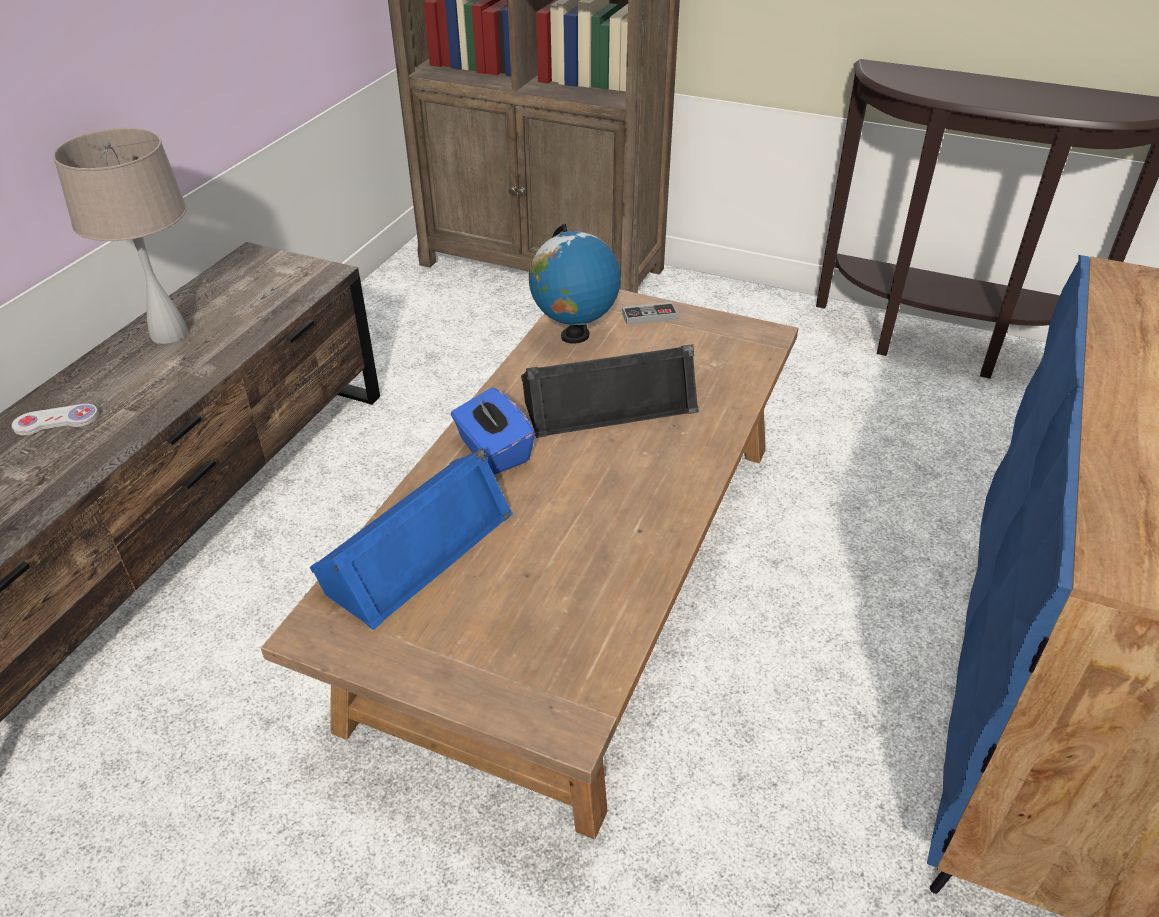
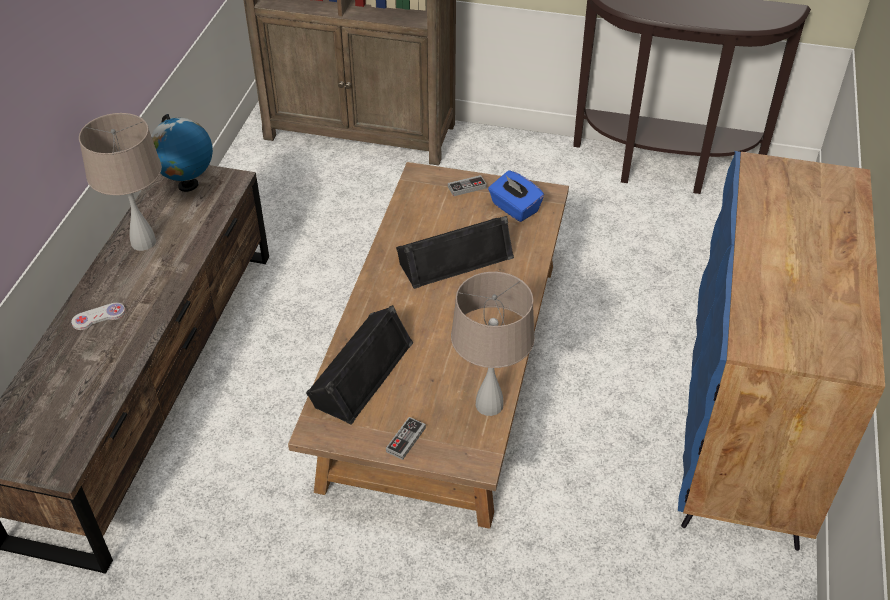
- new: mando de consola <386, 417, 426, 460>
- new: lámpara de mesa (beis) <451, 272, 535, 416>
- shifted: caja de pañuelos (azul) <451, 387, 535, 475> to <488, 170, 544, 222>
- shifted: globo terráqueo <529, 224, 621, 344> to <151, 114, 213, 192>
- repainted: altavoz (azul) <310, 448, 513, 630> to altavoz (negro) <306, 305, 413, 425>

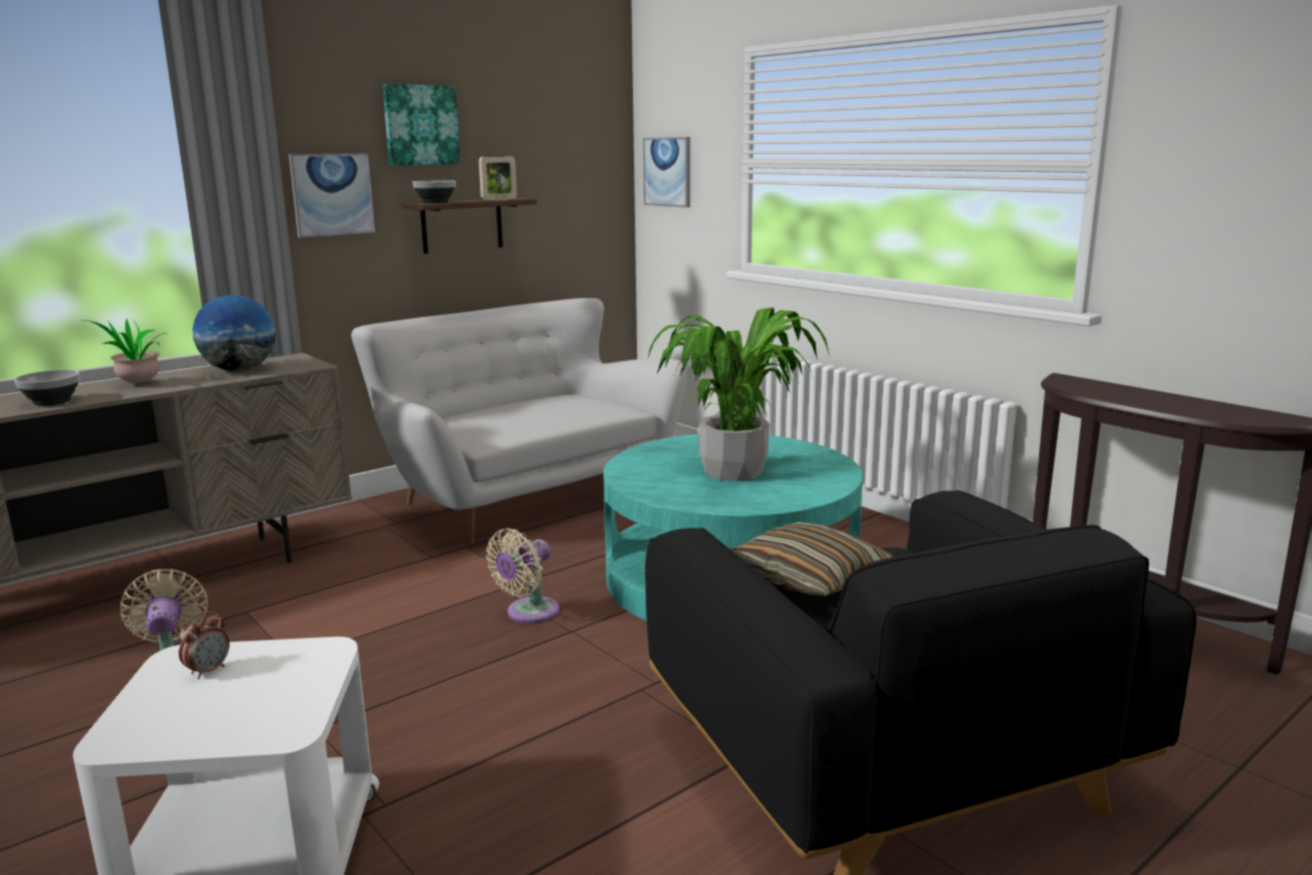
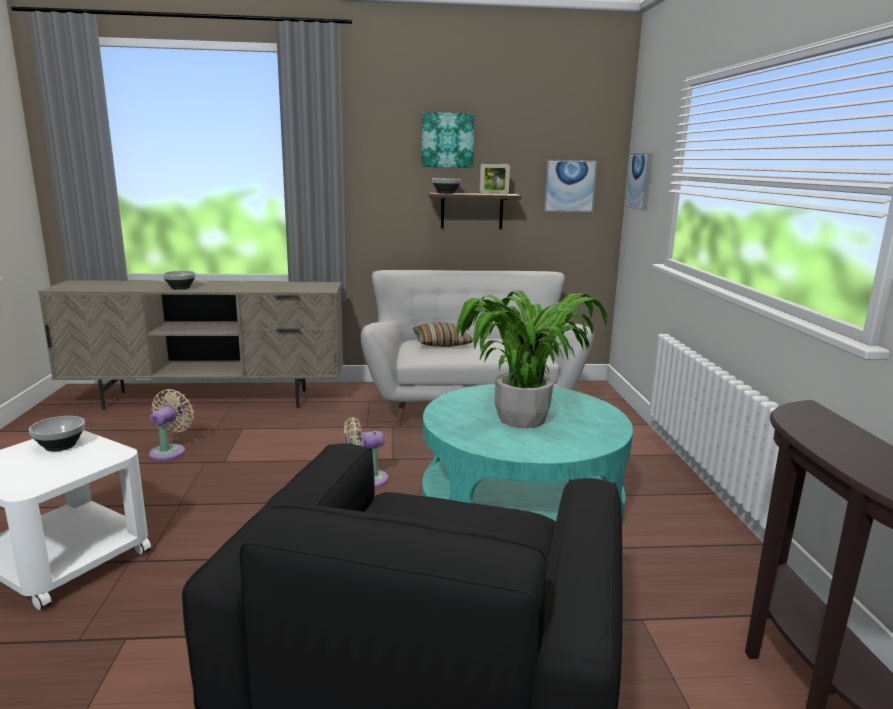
- gone: planta en maceta <82, 319, 170, 383>
- gone: globo terráqueo <192, 295, 276, 371>
- shifted: cuadro <289, 153, 376, 238> to <544, 160, 597, 212>
- shifted: cojín <732, 522, 894, 596> to <413, 322, 473, 347>
- swapped: despertador <179, 611, 229, 679> to cuenco <29, 416, 85, 452>

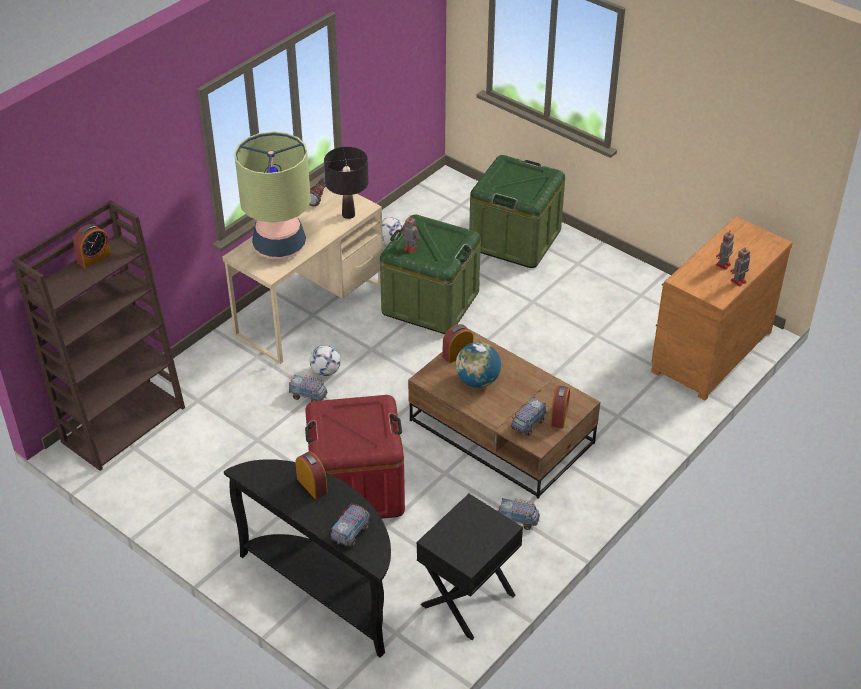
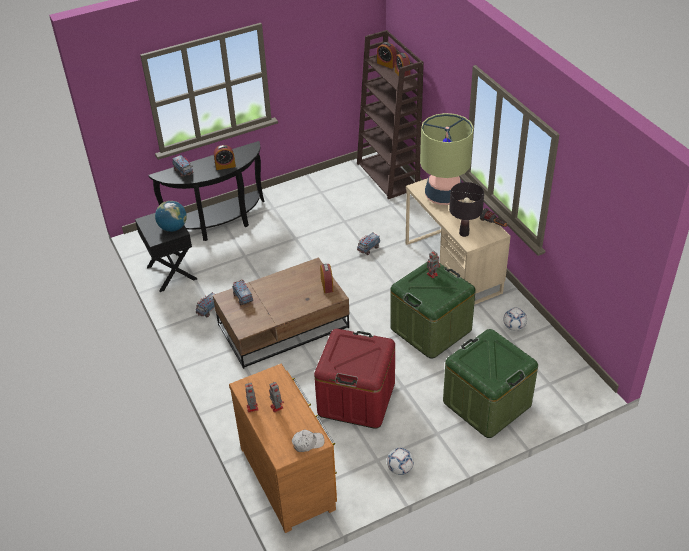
- new: gorra (blanco) <292, 430, 325, 452>
- shifted: caja de almacenaje (rojo) <305, 395, 405, 519> to <314, 329, 395, 429>
- shifted: balón de fútbol <309, 345, 341, 376> to <387, 448, 414, 475>
- shifted: globo terráqueo <456, 342, 501, 388> to <155, 201, 187, 232>
- shifted: despertador <550, 385, 570, 429> to <377, 42, 397, 69>

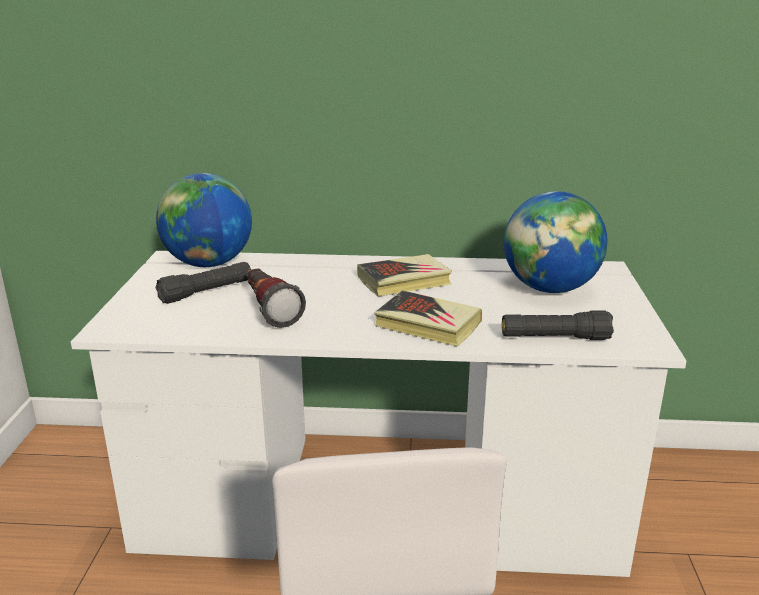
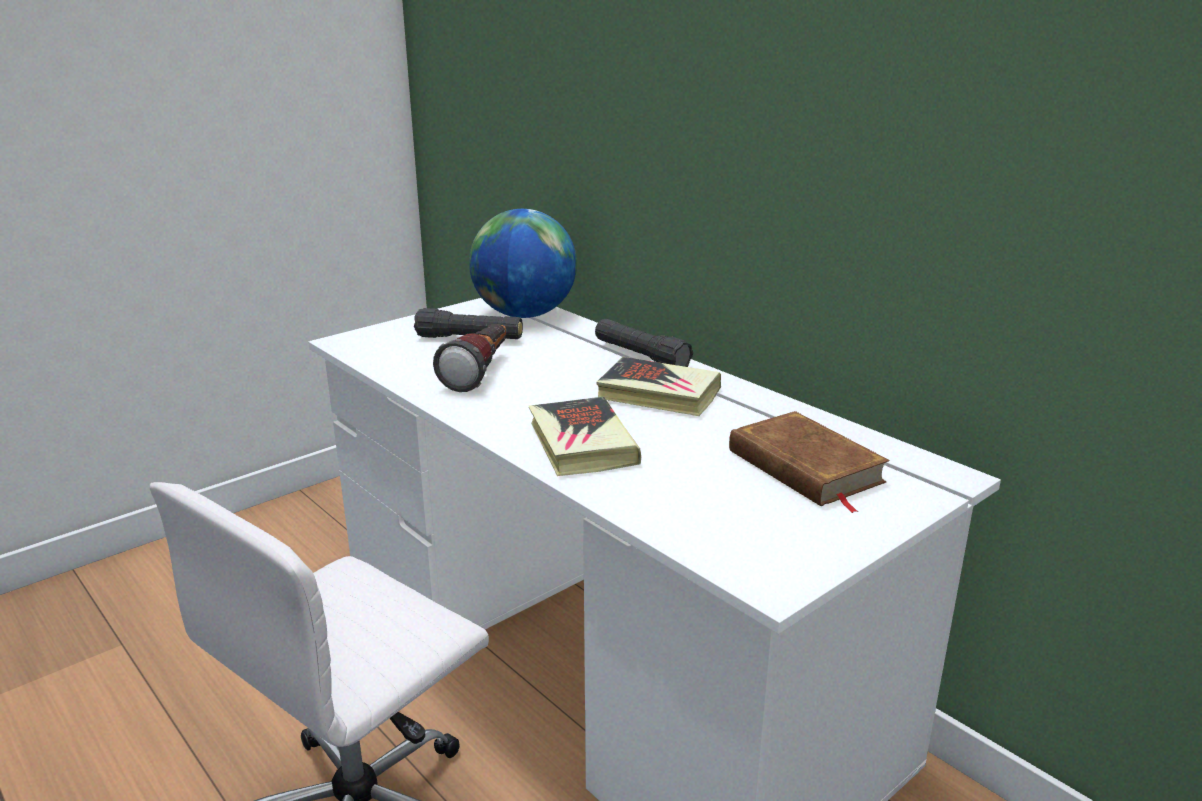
- shifted: linterna (negro) <502, 311, 614, 340> to <595, 319, 693, 367>
- swapped: globo terráqueo <504, 191, 607, 293> to libro (marrón) <729, 411, 890, 513>

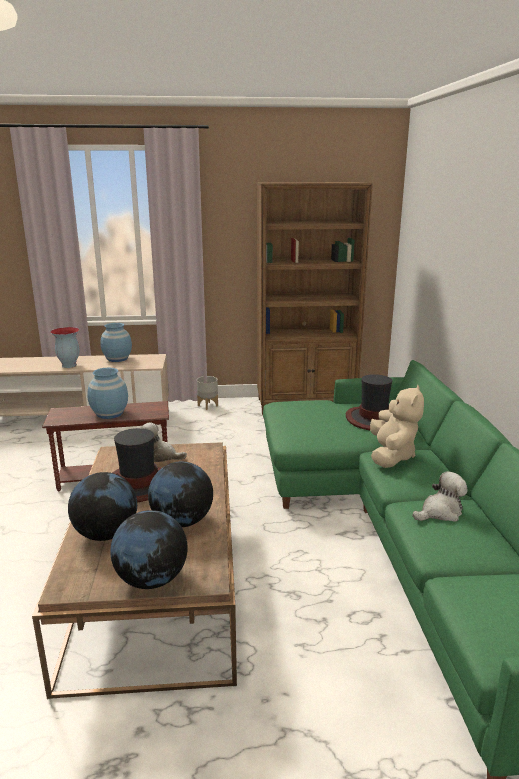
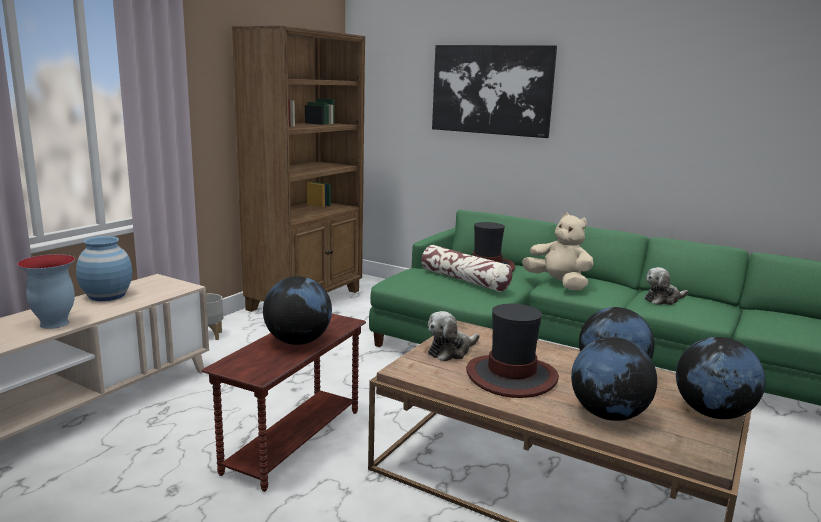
- new: cojín <422, 245, 512, 292>
- new: cuadro <432, 45, 557, 138>
- swapped: florero (azul) <87, 368, 128, 419> to globo terráqueo <263, 276, 332, 345>
- rotated: peluche <412, 471, 468, 522> = <645, 267, 688, 305> 120 degrees counterclockwise

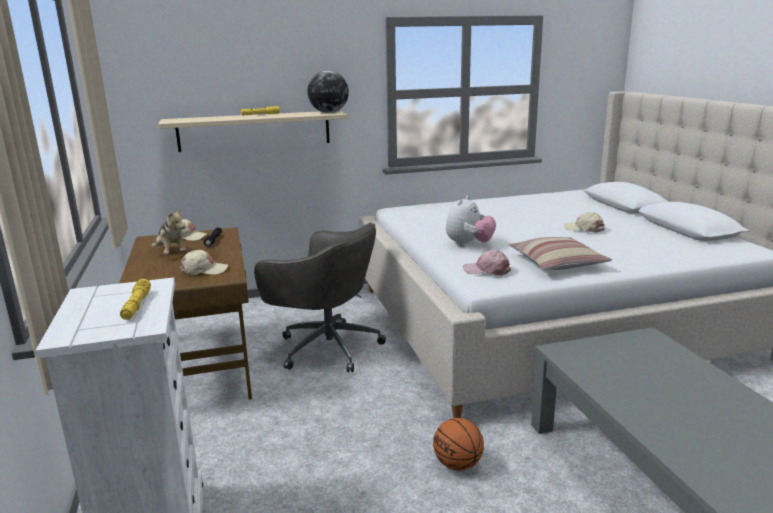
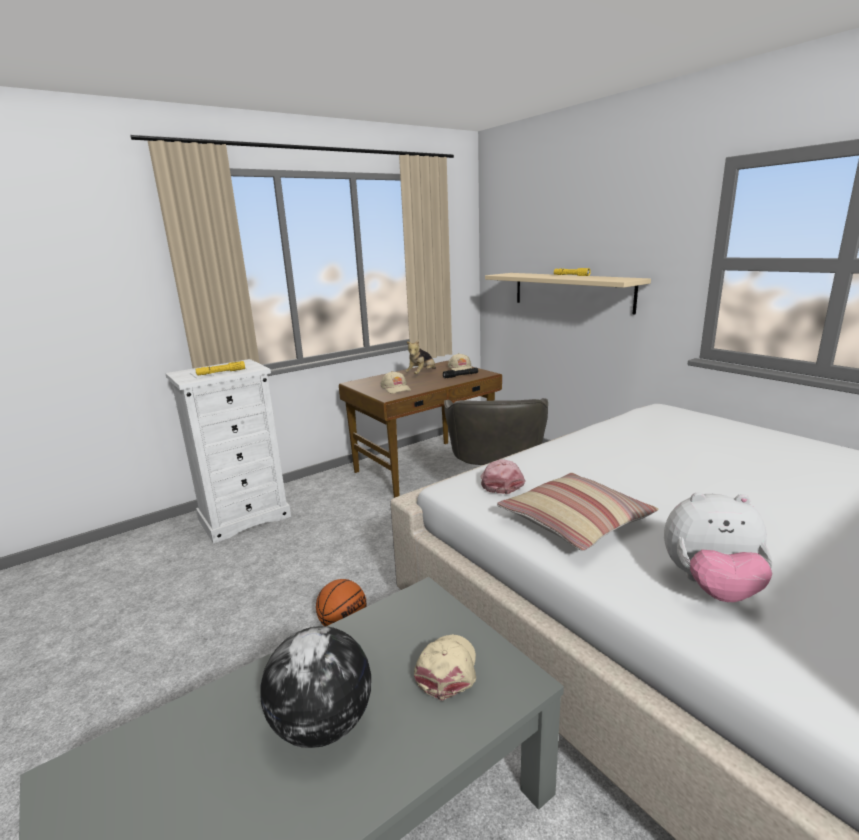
- shifted: globo terráqueo <308, 70, 349, 113> to <260, 626, 371, 748>
- shifted: peluche <446, 196, 496, 247> to <664, 492, 773, 602>
- shifted: gorra (beis) <564, 212, 605, 233> to <414, 634, 476, 701>

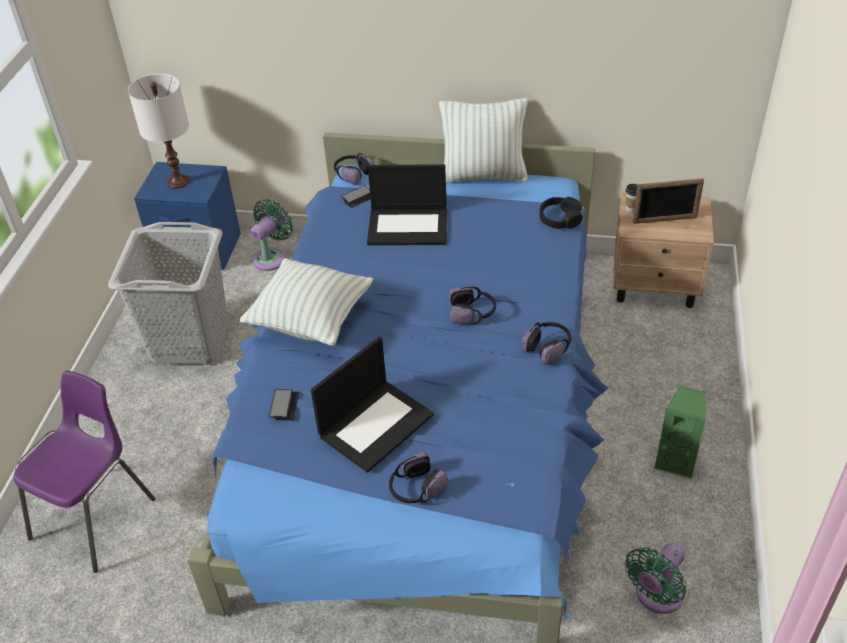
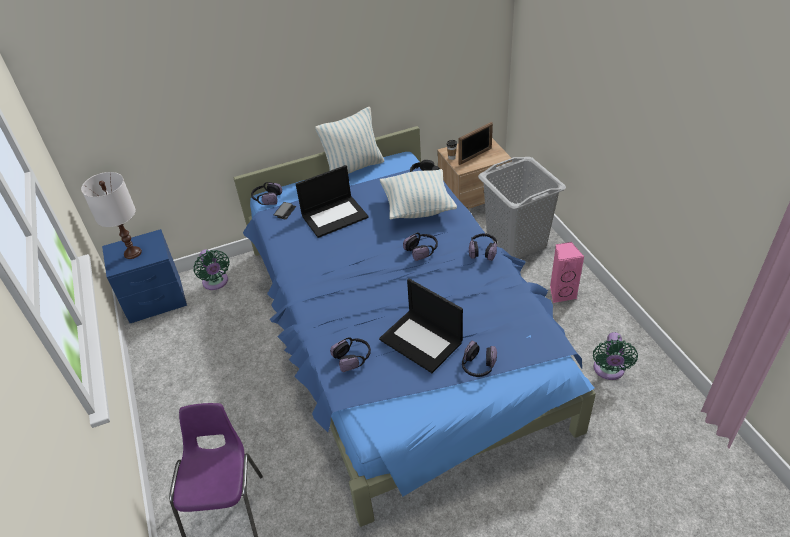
- shifted: cesto de la ropa (gris) <108, 222, 229, 365> to <478, 157, 566, 259>
- shifted: cojín <240, 258, 373, 346> to <380, 169, 457, 220>
- swapped: móvil <269, 389, 299, 421> to auriculares <330, 337, 371, 372>
- repainted: altavoz (verde) <654, 385, 706, 479> to altavoz (rosa) <550, 242, 584, 303>
- rotated: ventilador (verde) <251, 199, 293, 271> = <193, 249, 229, 290> 150 degrees clockwise
- rotated: portátil <311, 336, 434, 473> = <379, 279, 463, 373> 120 degrees clockwise

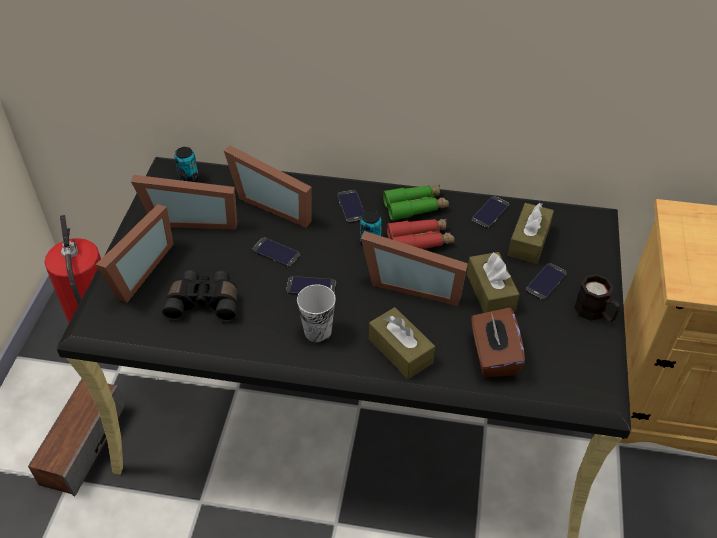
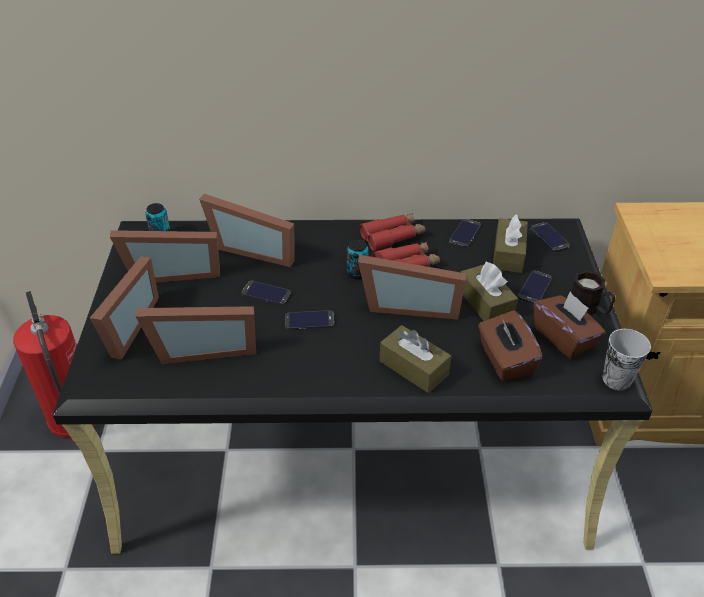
- gone: altavoz <28, 379, 125, 497>
- new: caja de pañuelos (marrón) <533, 292, 605, 359>
- shifted: taza <297, 285, 336, 343> to <603, 329, 651, 390>
- shifted: móvil <337, 190, 364, 223> to <531, 222, 570, 252>
- swapped: prismáticos (negro) <162, 270, 237, 321> to portarretratos <135, 306, 256, 364>
- repainted: prismáticos (verde) <383, 185, 449, 221> to prismáticos (rojo) <360, 213, 426, 251>

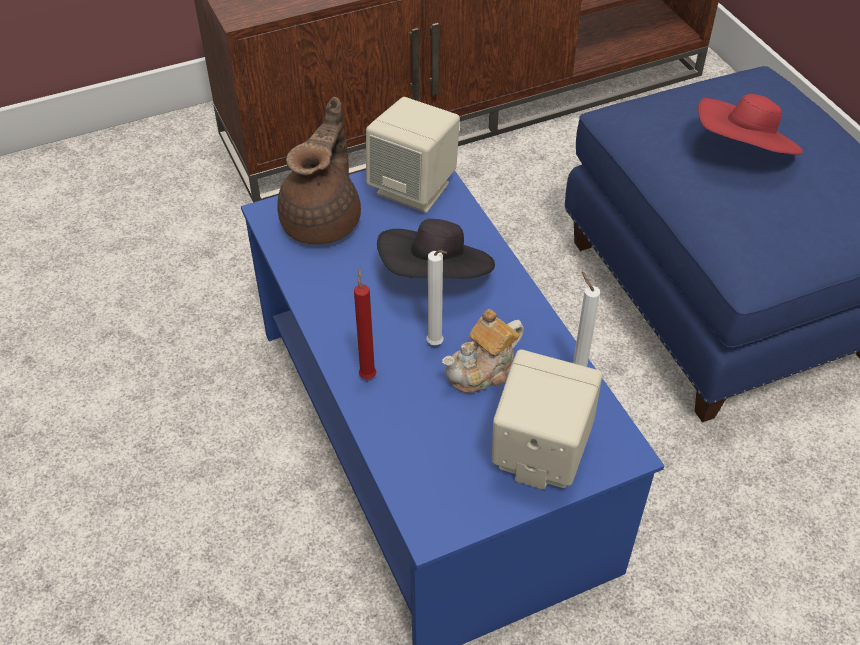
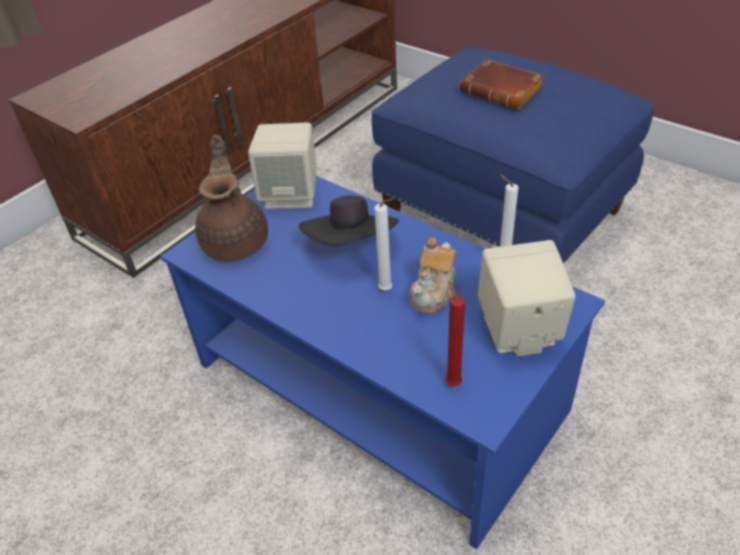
- shifted: vela (rojo) <354, 267, 376, 379> to <445, 281, 465, 386>
- swapped: sombrero (rojo) <698, 94, 803, 155> to libro (marrón) <460, 59, 545, 110>

